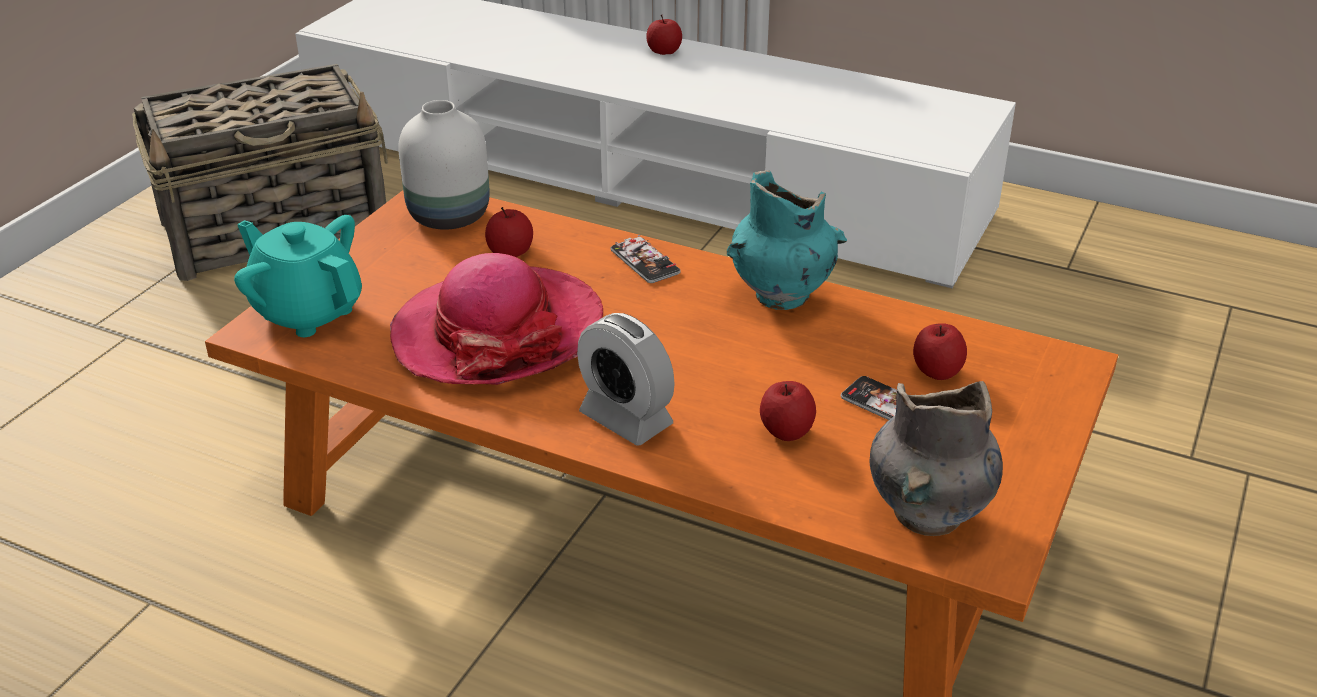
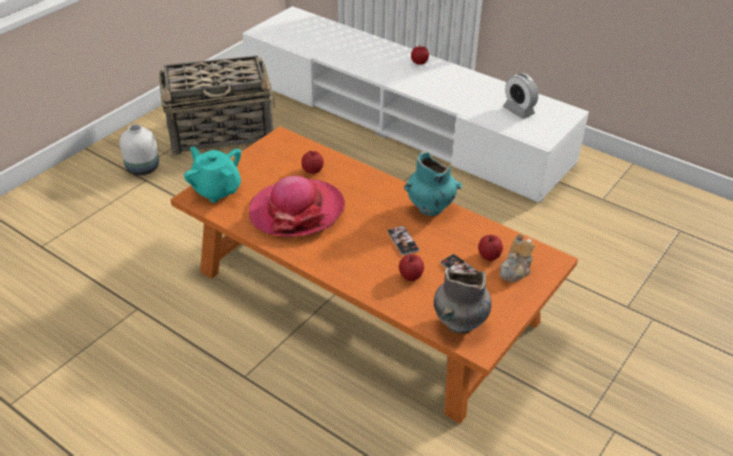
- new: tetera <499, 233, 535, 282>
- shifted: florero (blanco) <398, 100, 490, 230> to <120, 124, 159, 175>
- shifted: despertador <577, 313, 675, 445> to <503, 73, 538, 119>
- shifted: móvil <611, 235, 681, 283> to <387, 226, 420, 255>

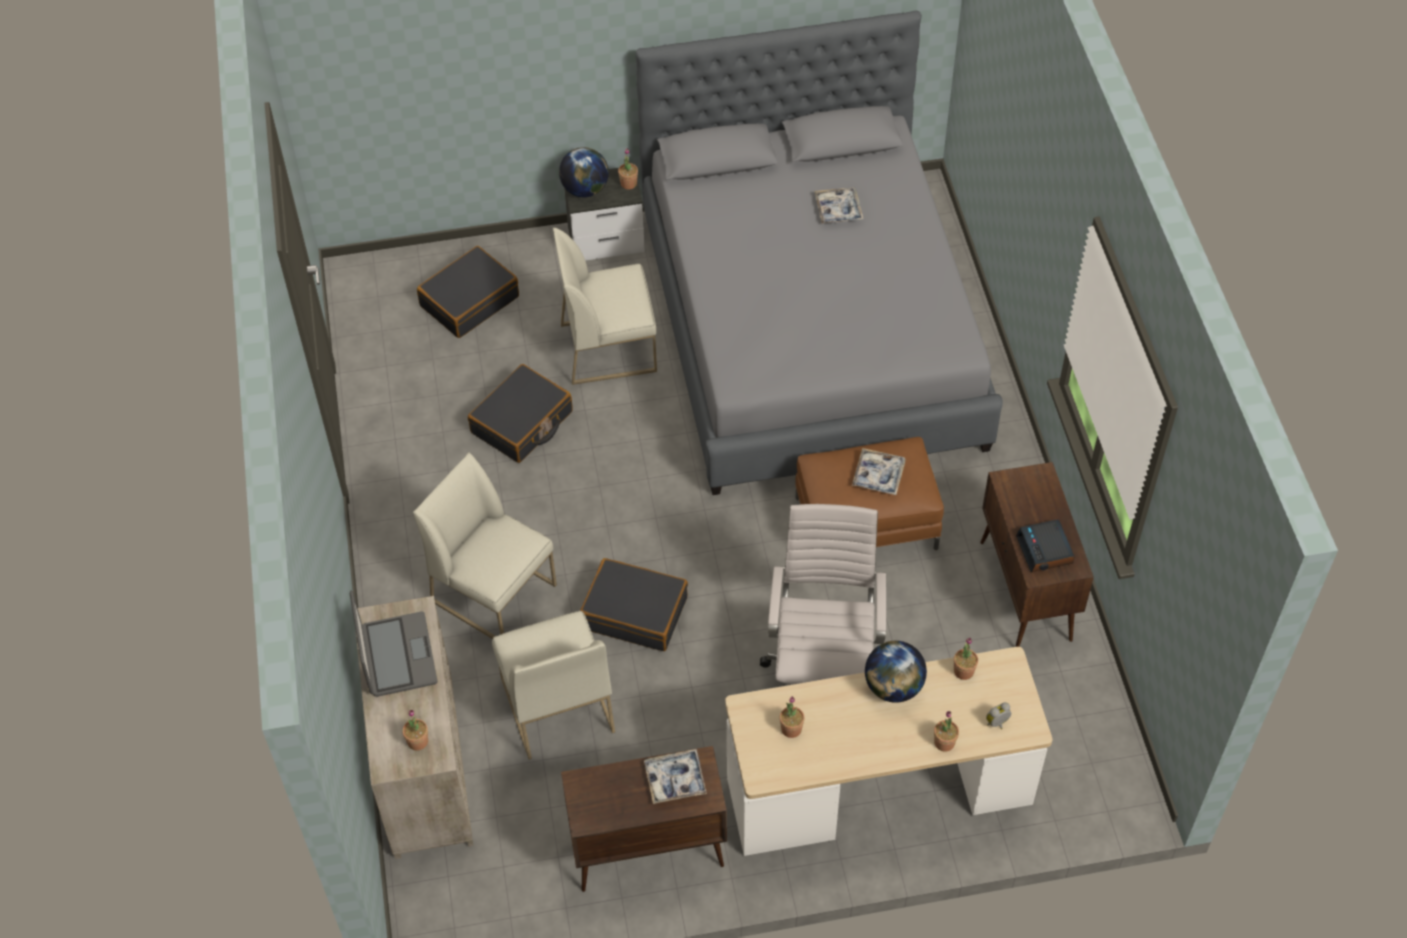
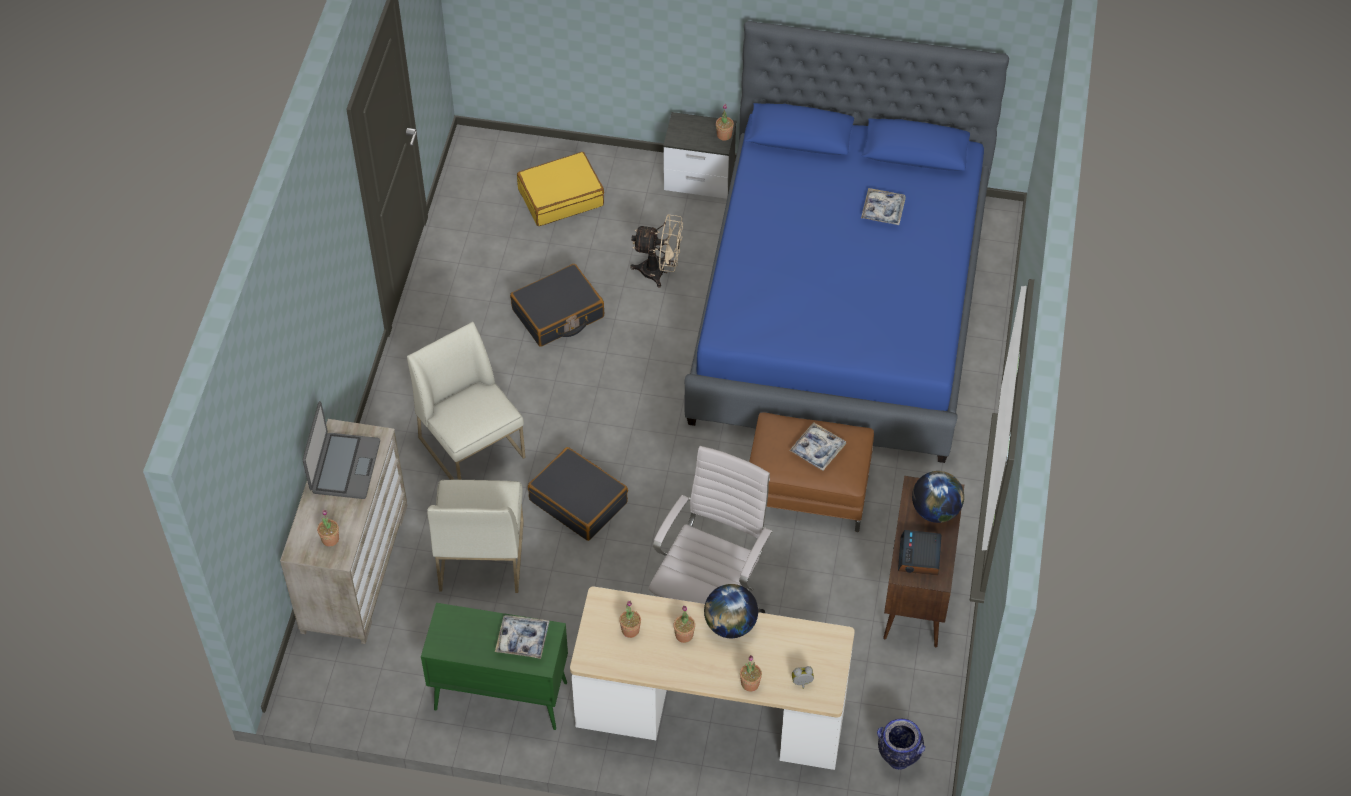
- new: florero <877, 719, 925, 770>
- shifted: globo terráqueo <559, 147, 609, 197> to <912, 471, 964, 523>
- shifted: planta en maceta <954, 638, 978, 680> to <674, 606, 695, 643>
- swapped: silla (blanco) <553, 228, 657, 385> to ventilador (beis) <630, 214, 683, 287>
- repainted: maleta (negro) <417, 246, 519, 338> to maleta (amarillo) <517, 152, 604, 226>
- repainted: armario (marrón) <561, 746, 727, 892> to armario (verde) <421, 603, 568, 730>
- repainted: cama (gris) <635, 10, 1003, 495> to cama (azul) <684, 21, 1009, 463>

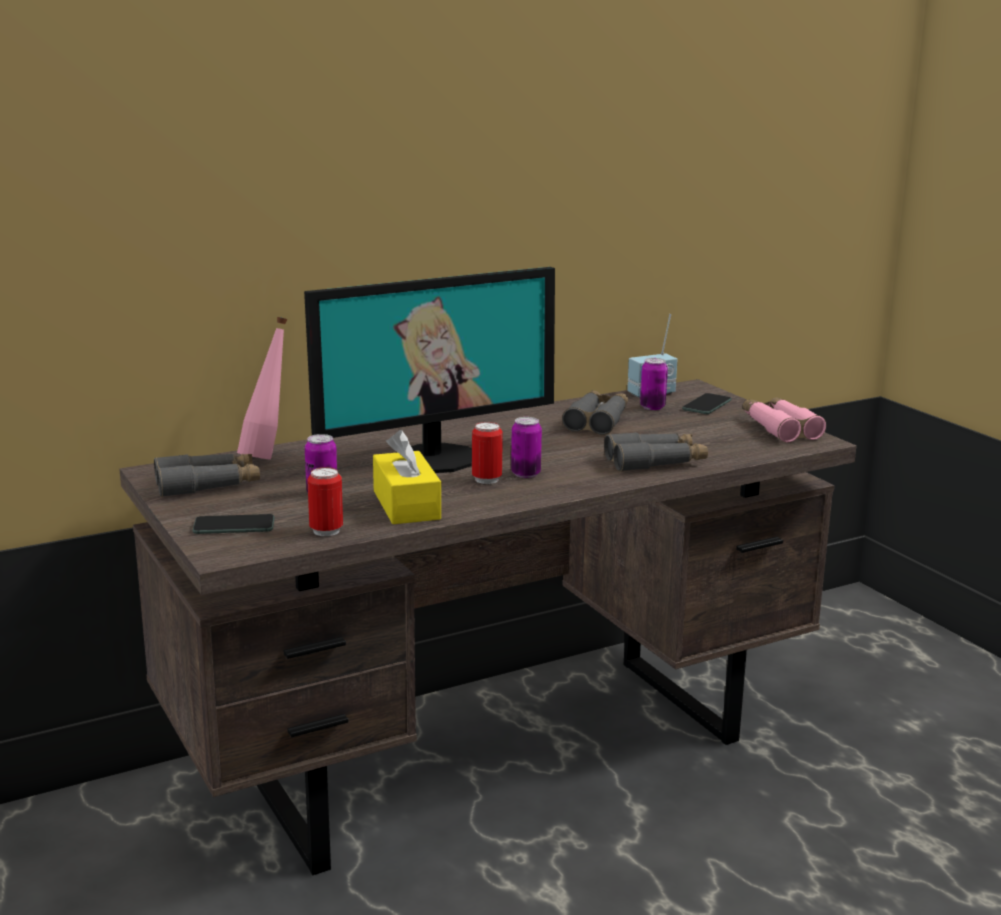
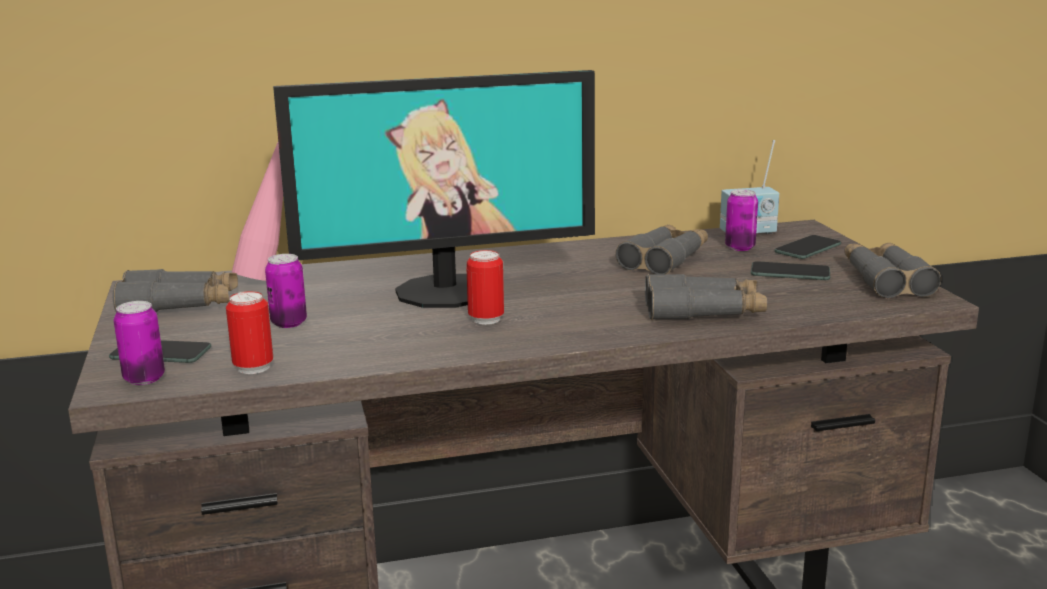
- gone: caja de pañuelos (amarillo) <373, 430, 441, 524>
- new: móvil <751, 261, 830, 280>
- shifted: lata <511, 417, 542, 478> to <114, 301, 165, 385>
- repainted: prismáticos (rosa) <743, 397, 826, 443> to prismáticos (gris) <845, 243, 941, 298>

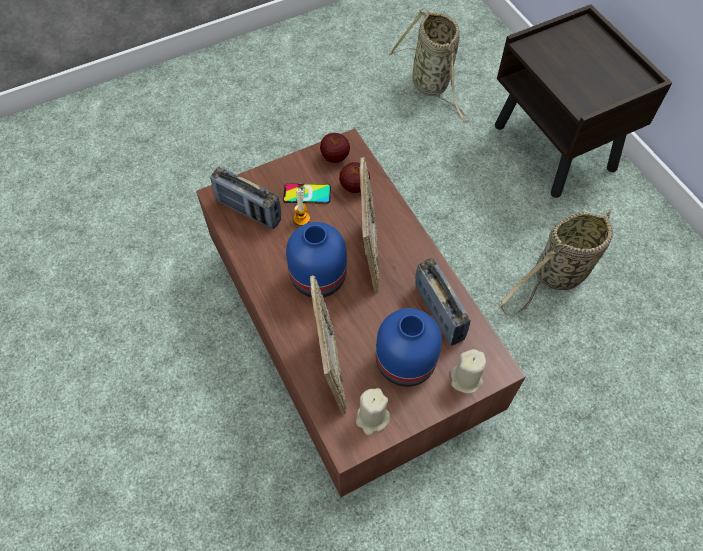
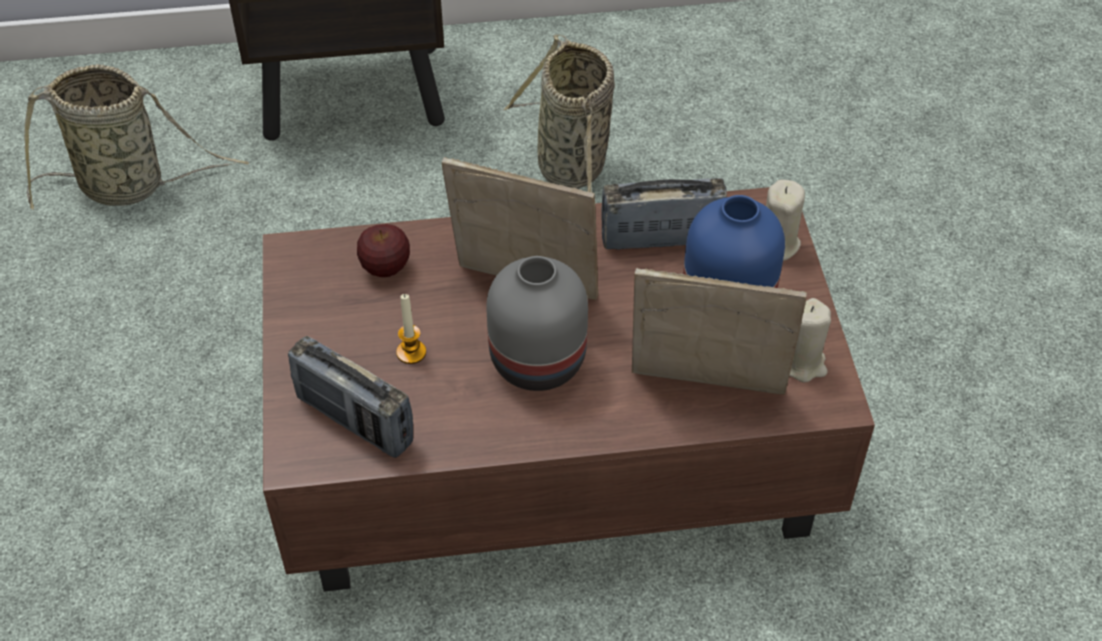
- gone: móvil <283, 183, 331, 204>
- gone: manzana <320, 133, 350, 163>
- repainted: florero (azul) <286, 222, 347, 298> to florero (gris) <487, 256, 588, 391>
- rotated: radio <210, 167, 281, 229> = <288, 336, 413, 458> 75 degrees clockwise

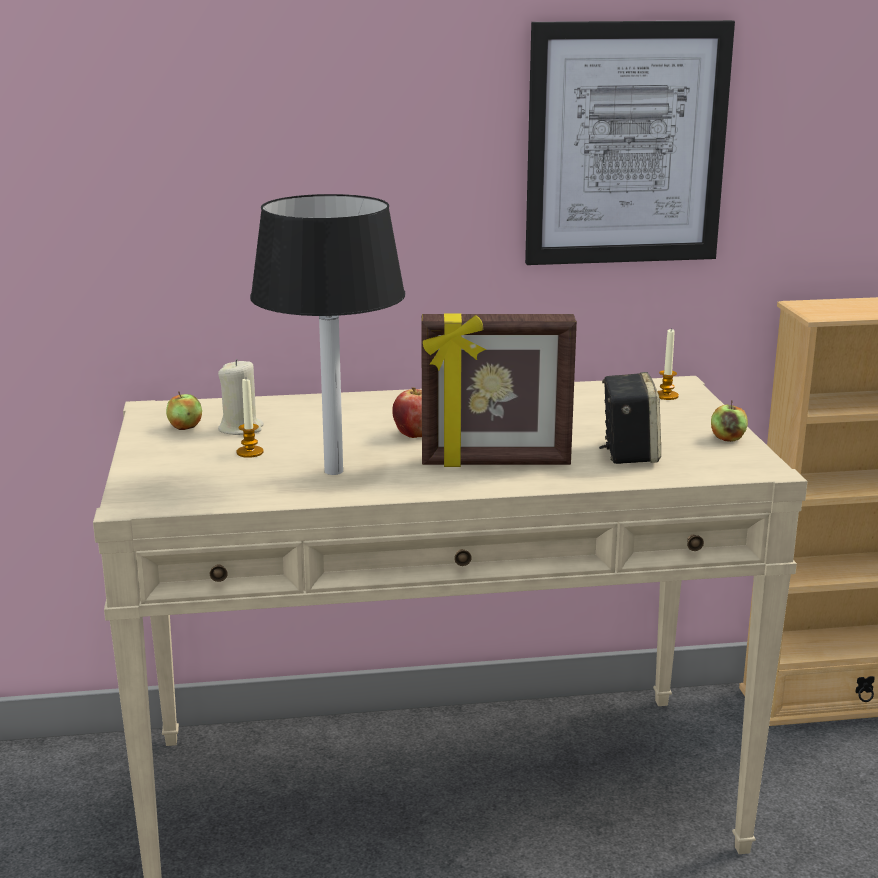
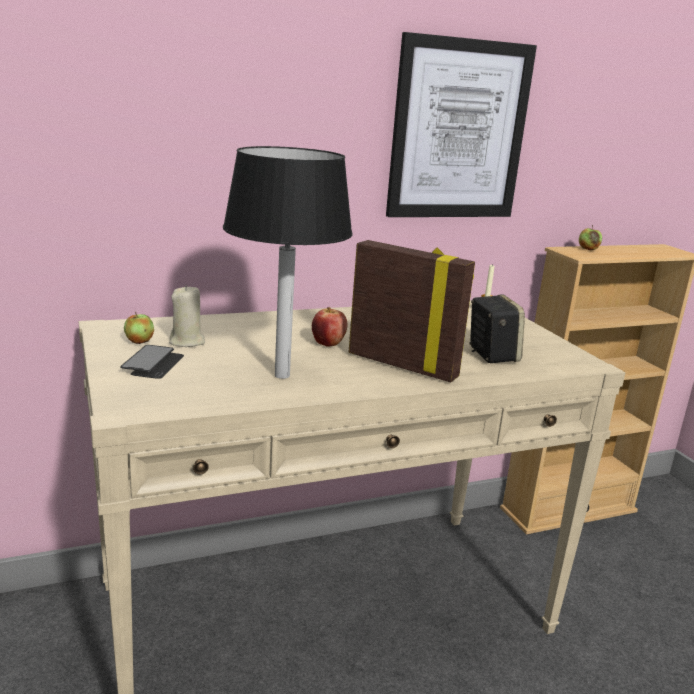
- gone: vela <237, 379, 263, 458>
- new: móvil <120, 345, 184, 379>
- shifted: manzana <711, 400, 748, 442> to <579, 225, 602, 250>
- rotated: portarretratos <421, 313, 577, 467> = <349, 240, 475, 382> 135 degrees counterclockwise

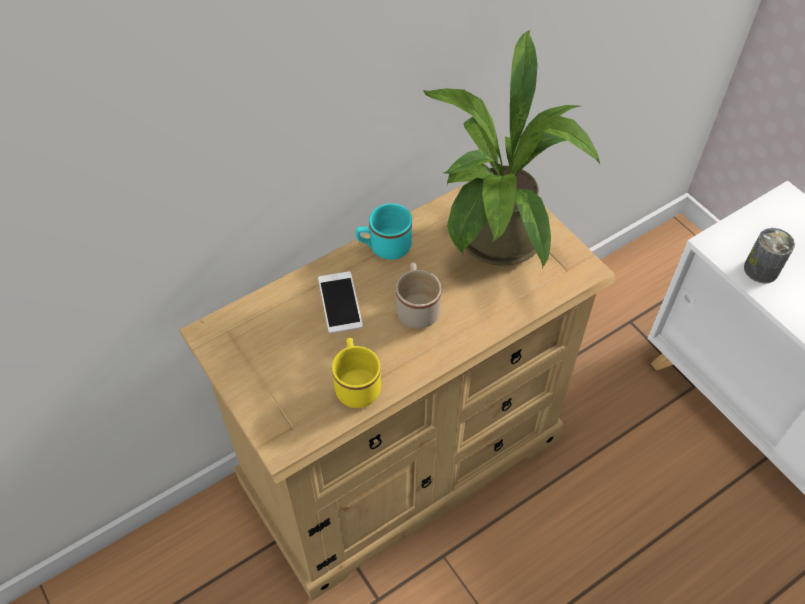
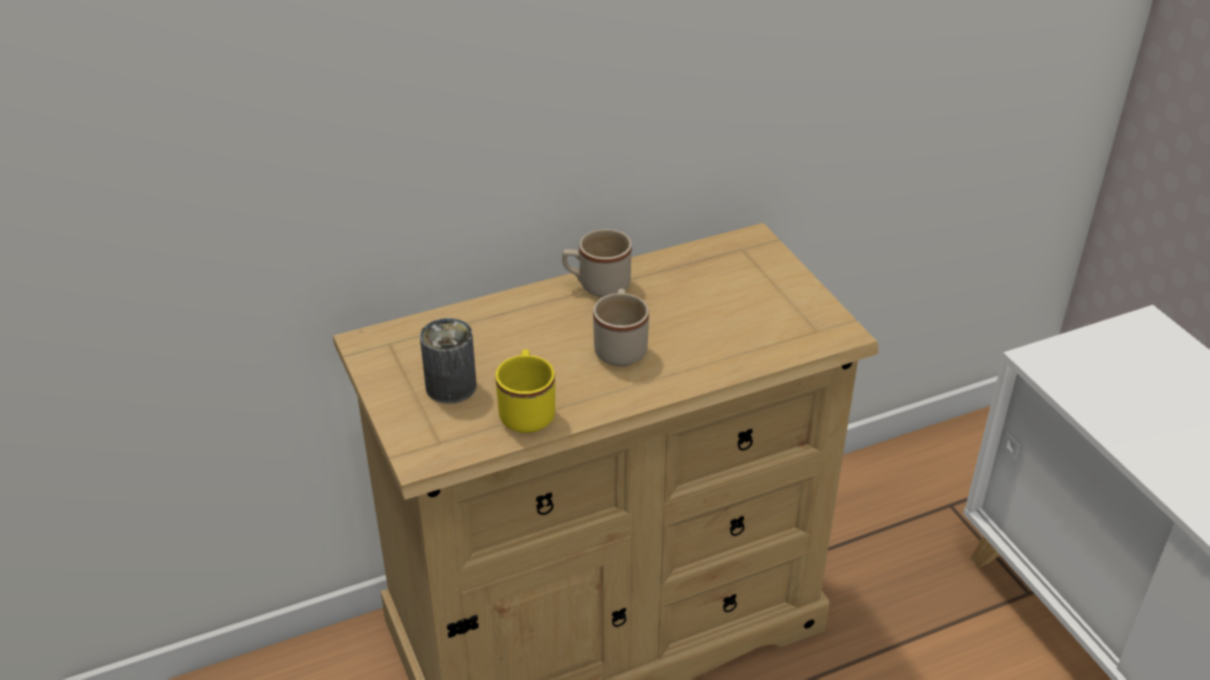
- gone: móvil <318, 271, 363, 333>
- gone: planta en maceta <423, 30, 600, 269>
- shifted: lata <744, 228, 795, 283> to <420, 318, 477, 404>
- repainted: taza grande (turquesa) <356, 203, 412, 260> to taza grande (beis) <562, 229, 632, 297>

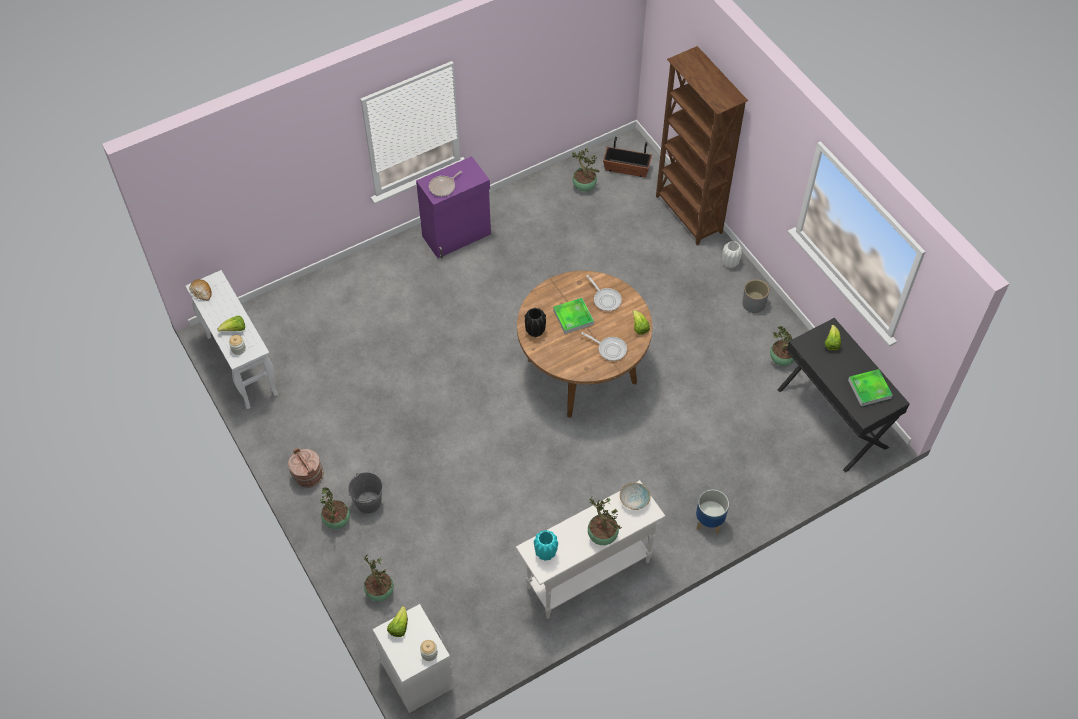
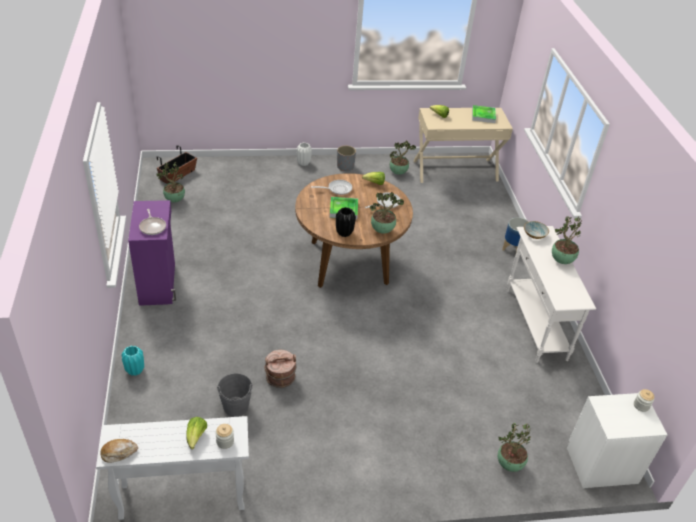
- gone: lechuga <387, 606, 408, 637>
- gone: estantería (marrón) <656, 46, 748, 245>
- shifted: cubo (marrón) <288, 448, 324, 488> to <264, 350, 296, 388>
- shifted: planta en maceta <320, 487, 350, 529> to <370, 192, 404, 234>
- shifted: cubo (gris) <348, 472, 383, 514> to <217, 373, 253, 417>
- shifted: florero (turquesa) <534, 530, 558, 561> to <121, 346, 144, 376>
- repainted: escritorio (negro) <777, 318, 910, 472> to escritorio (beis) <413, 108, 513, 183>

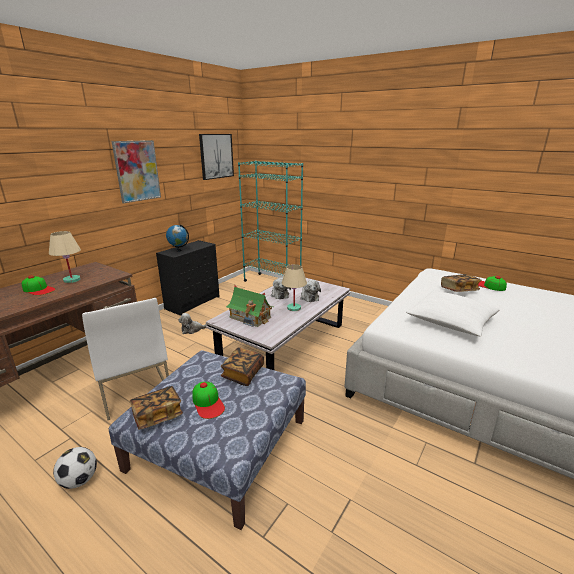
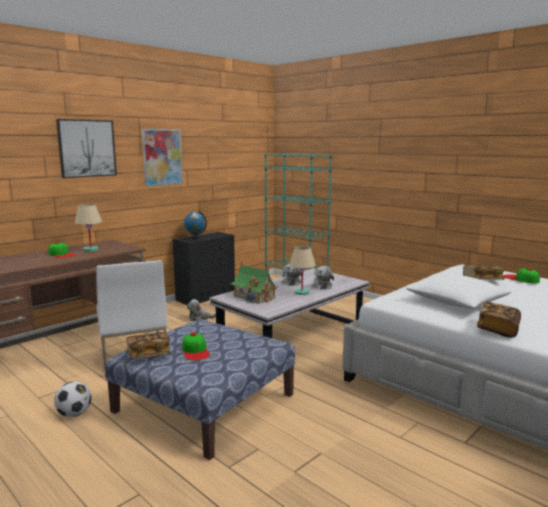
- shifted: cuadro <199, 134, 234, 180> to <56, 119, 117, 178>
- shifted: libro <221, 347, 264, 386> to <477, 302, 521, 338>

